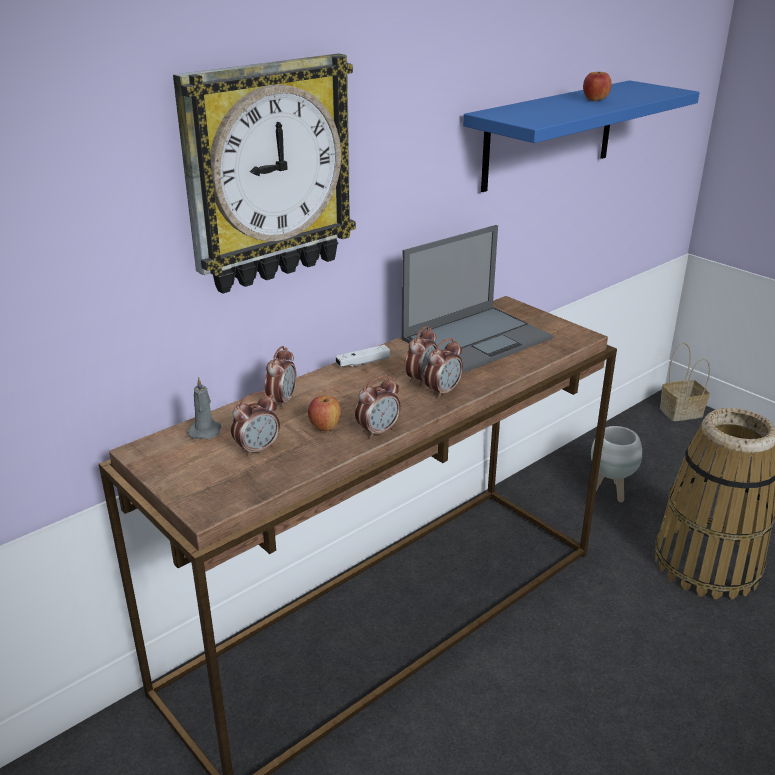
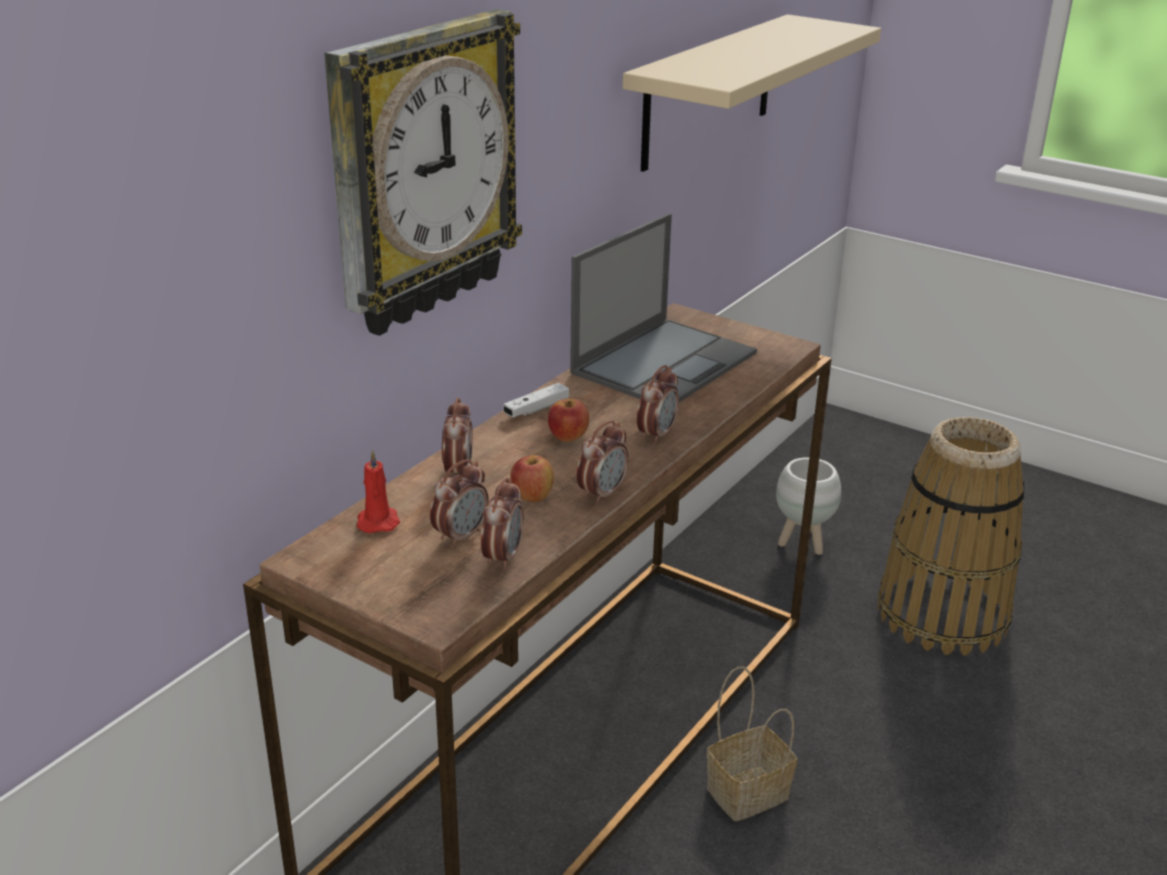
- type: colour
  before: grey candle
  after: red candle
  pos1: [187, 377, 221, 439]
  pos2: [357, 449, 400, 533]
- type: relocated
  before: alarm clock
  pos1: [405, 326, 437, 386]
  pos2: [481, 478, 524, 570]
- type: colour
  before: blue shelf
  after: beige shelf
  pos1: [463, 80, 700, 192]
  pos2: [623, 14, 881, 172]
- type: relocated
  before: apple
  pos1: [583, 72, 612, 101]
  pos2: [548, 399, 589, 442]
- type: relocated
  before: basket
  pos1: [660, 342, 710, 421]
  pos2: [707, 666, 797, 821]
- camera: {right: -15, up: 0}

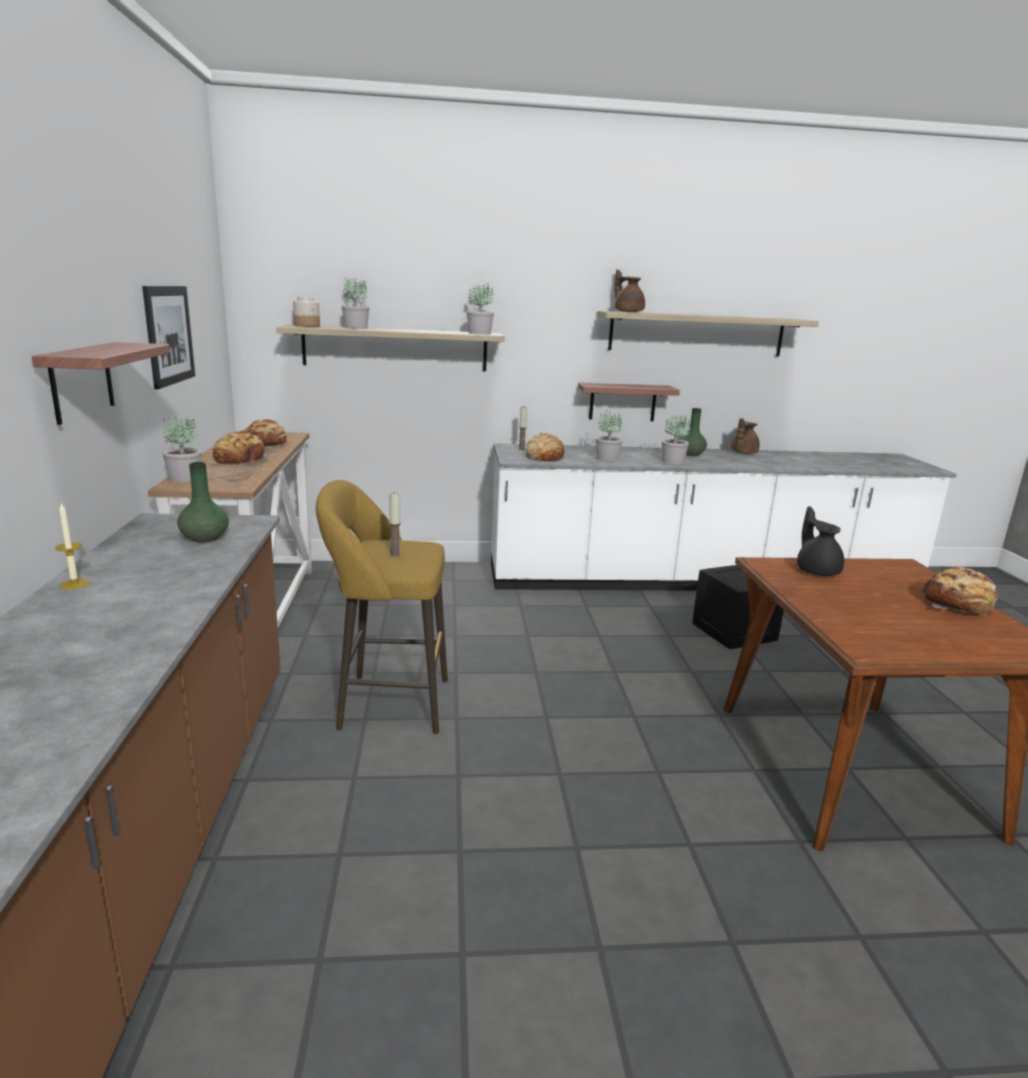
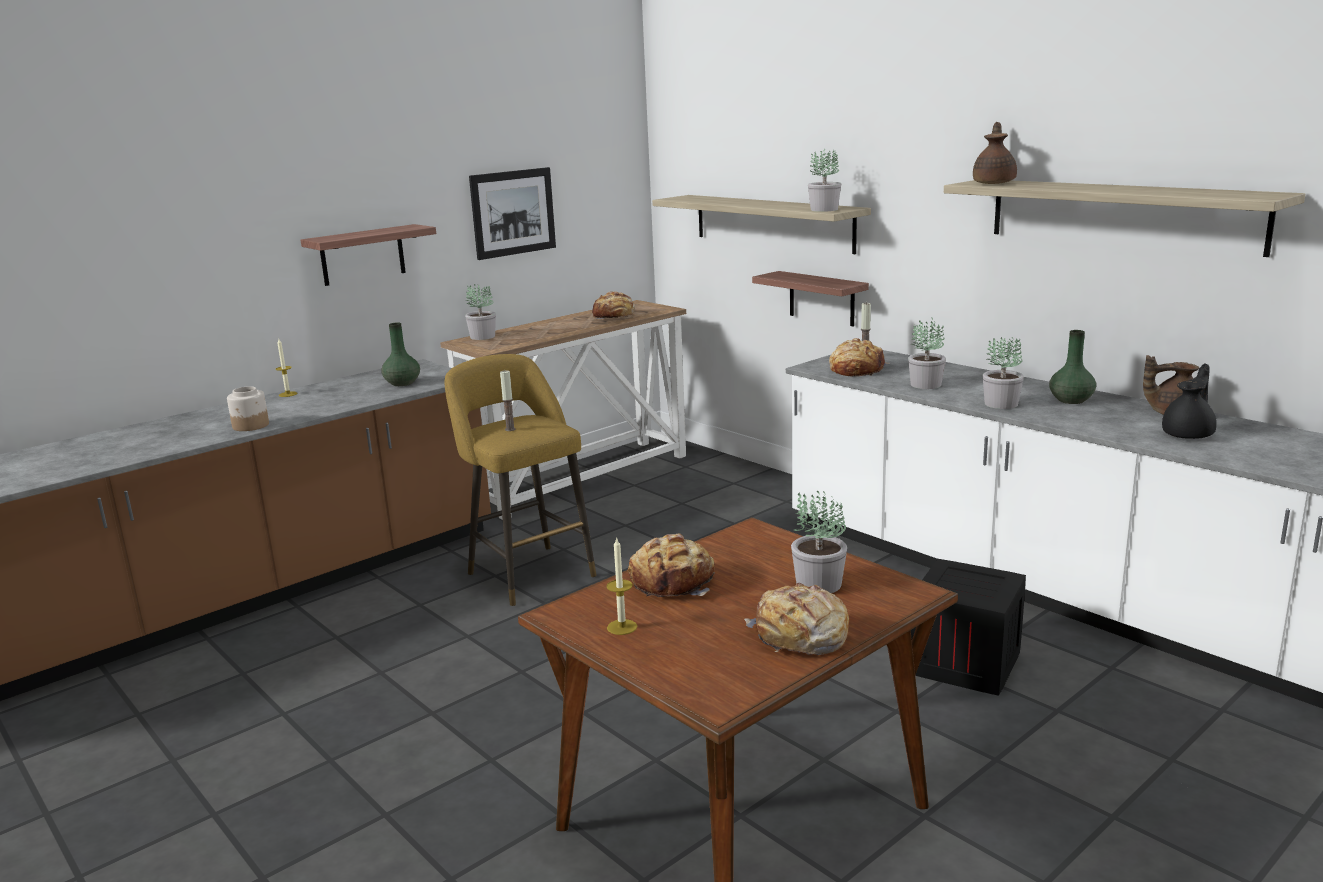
- type: relocated
  before: bread
  pos1: [213, 430, 271, 465]
  pos2: [628, 533, 715, 597]
- type: relocated
  before: jar
  pos1: [293, 297, 320, 327]
  pos2: [227, 386, 269, 431]
- type: relocated
  before: potted plant
  pos1: [341, 277, 369, 329]
  pos2: [791, 491, 847, 593]
- type: relocated
  before: shelf
  pos1: [578, 383, 680, 421]
  pos2: [752, 271, 869, 327]
- type: relocated
  before: black teapot
  pos1: [797, 506, 844, 576]
  pos2: [1162, 363, 1217, 439]
- type: appeared
  after: candle
  pos2: [606, 537, 637, 635]
- camera: {right: 55, up: 0}

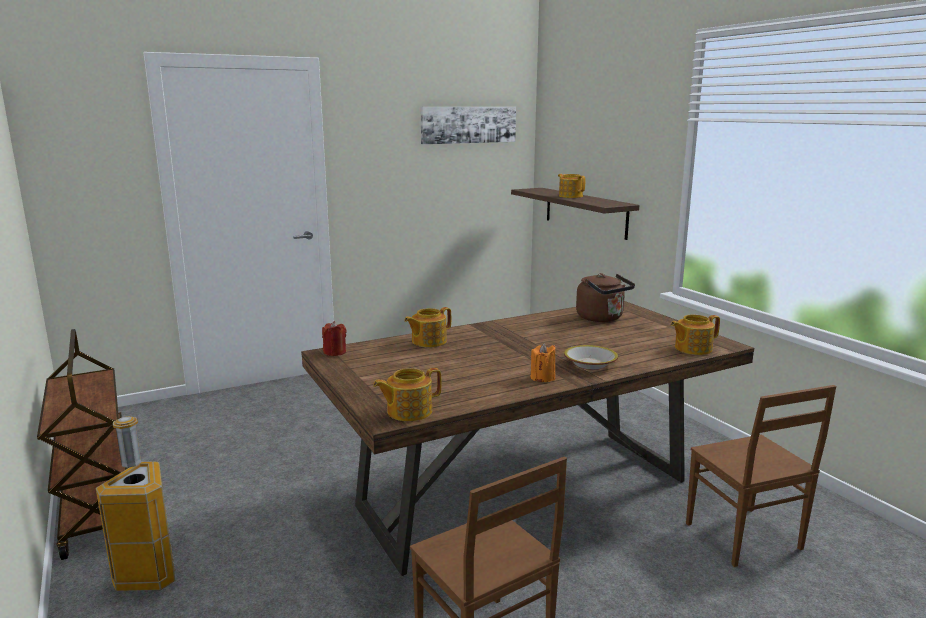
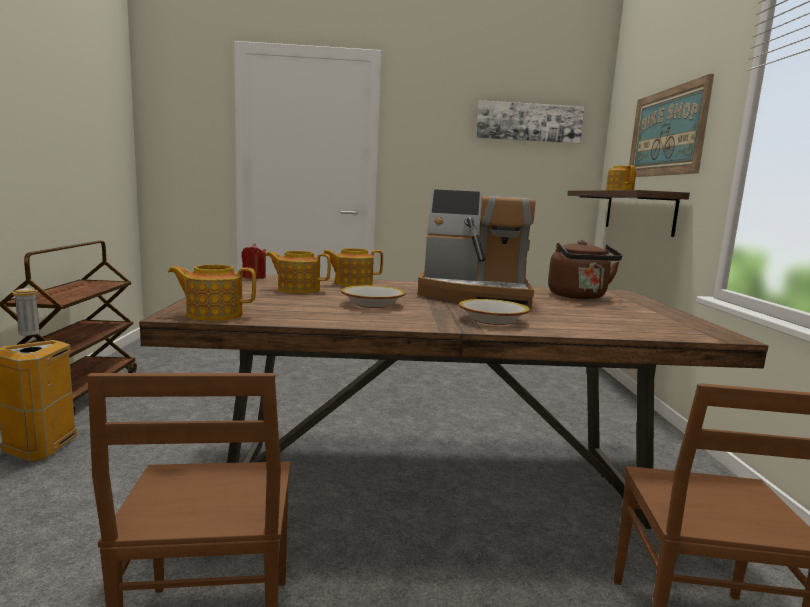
- type: missing
  before: orange candle
  pos1: [531, 343, 555, 382]
- type: relocated
  before: teapot
  pos1: [671, 315, 720, 355]
  pos2: [265, 251, 331, 294]
- type: appeared
  after: bowl
  pos2: [341, 285, 406, 308]
- type: appeared
  after: coffee machine
  pos2: [418, 189, 536, 309]
- type: appeared
  after: picture
  pos2: [629, 74, 714, 177]
- camera: {right: 25, up: -5}

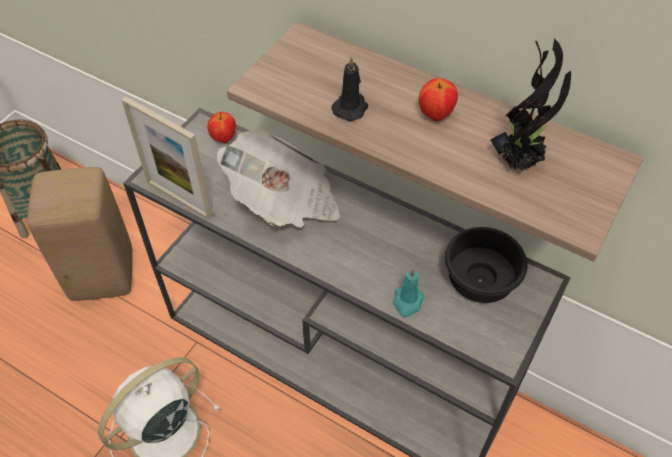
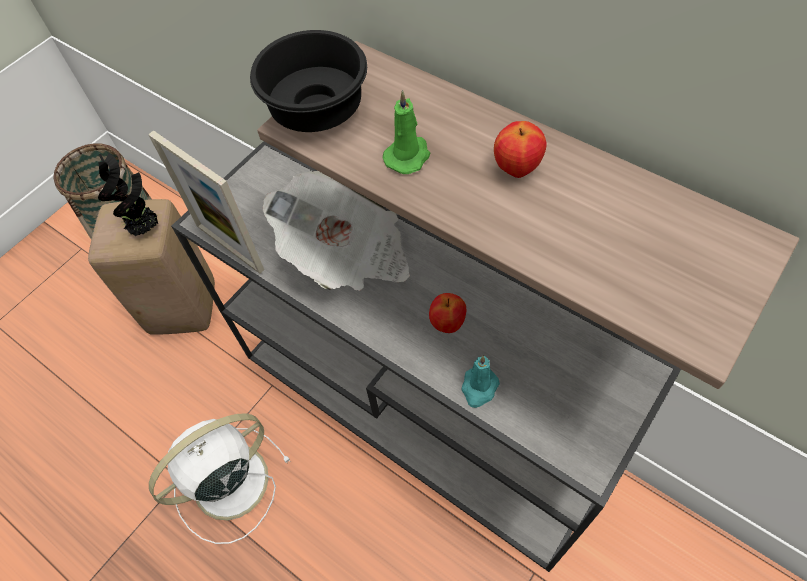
- type: relocated
  before: apple
  pos1: [207, 112, 236, 143]
  pos2: [429, 293, 466, 333]
- type: colour
  before: black candle
  after: green candle
  pos1: [332, 56, 368, 121]
  pos2: [383, 90, 430, 174]
- type: relocated
  before: black bowl
  pos1: [445, 227, 528, 303]
  pos2: [250, 30, 367, 132]
- type: relocated
  before: potted plant
  pos1: [490, 38, 571, 170]
  pos2: [98, 153, 158, 237]
- camera: {right: 10, up: 5}

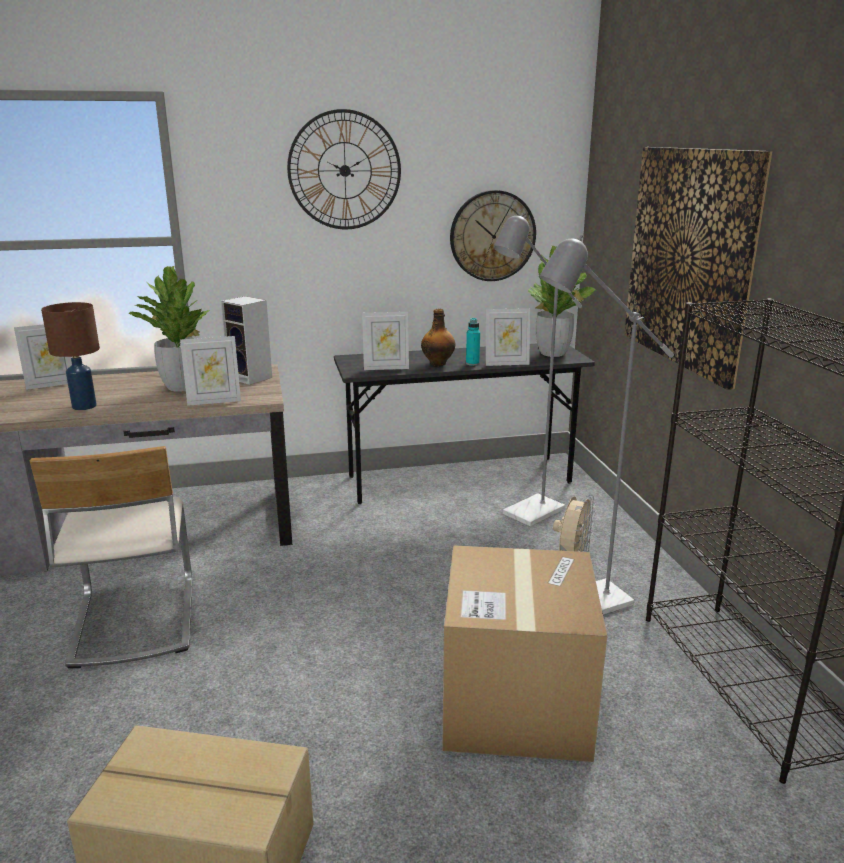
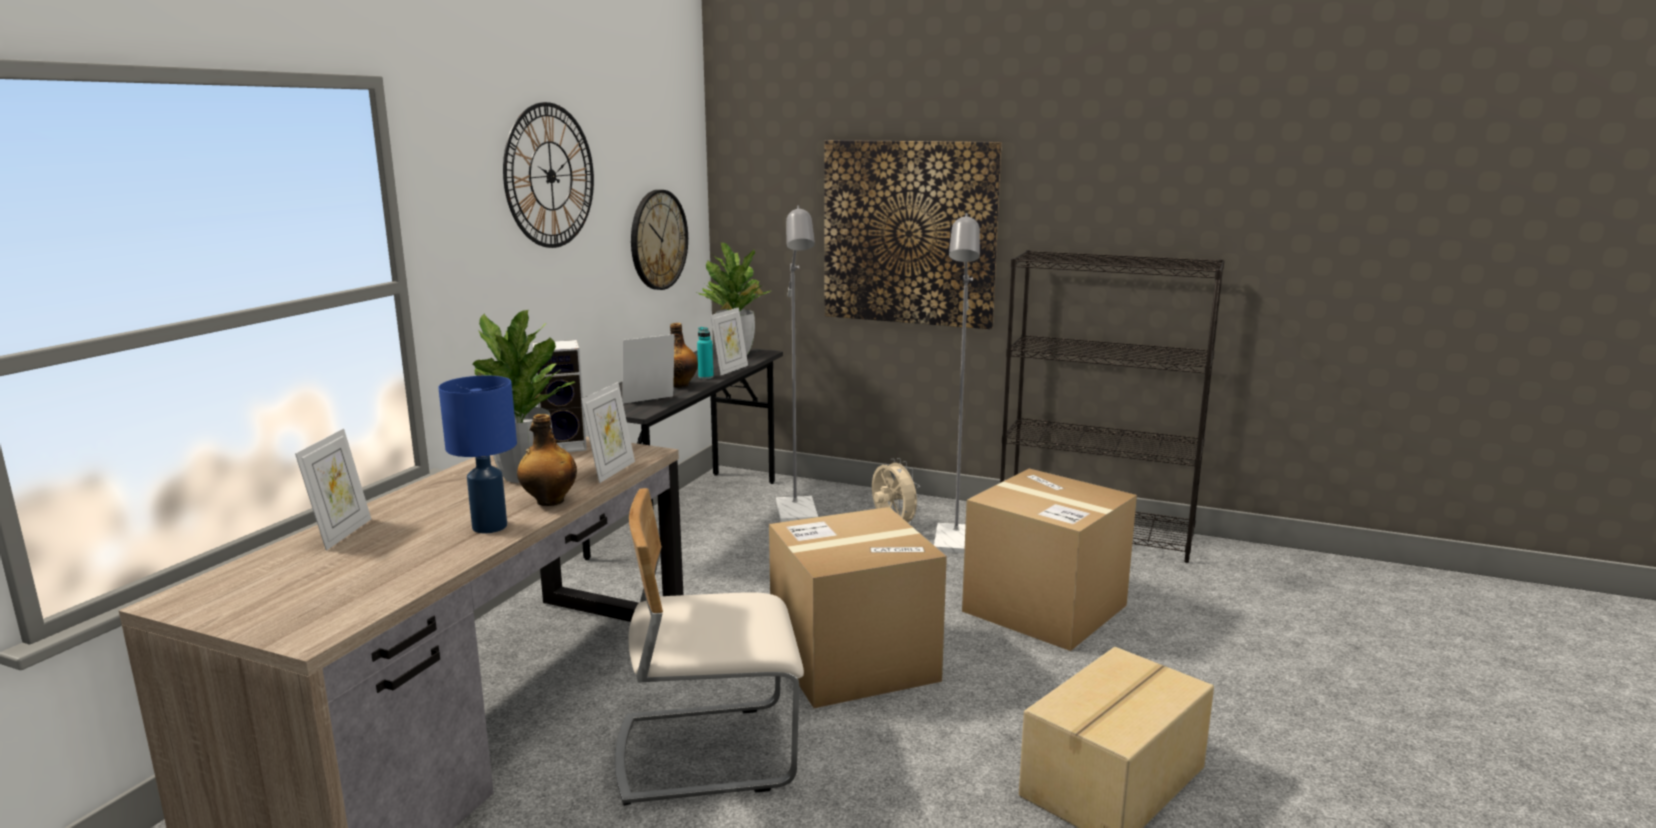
- type: spun
  before: beige chair
  pos1: [30, 446, 192, 669]
  pos2: [615, 488, 804, 806]
  turn: 150
- type: colour
  before: brown table lamp
  after: blue table lamp
  pos1: [41, 302, 100, 410]
  pos2: [438, 375, 517, 533]
- type: spun
  before: picture frame
  pos1: [362, 312, 409, 370]
  pos2: [623, 334, 675, 404]
  turn: -150
- type: appeared
  after: bottle
  pos2: [517, 414, 577, 506]
- type: appeared
  after: cardboard box
  pos2: [769, 507, 947, 708]
- camera: {right: -55, up: -5}

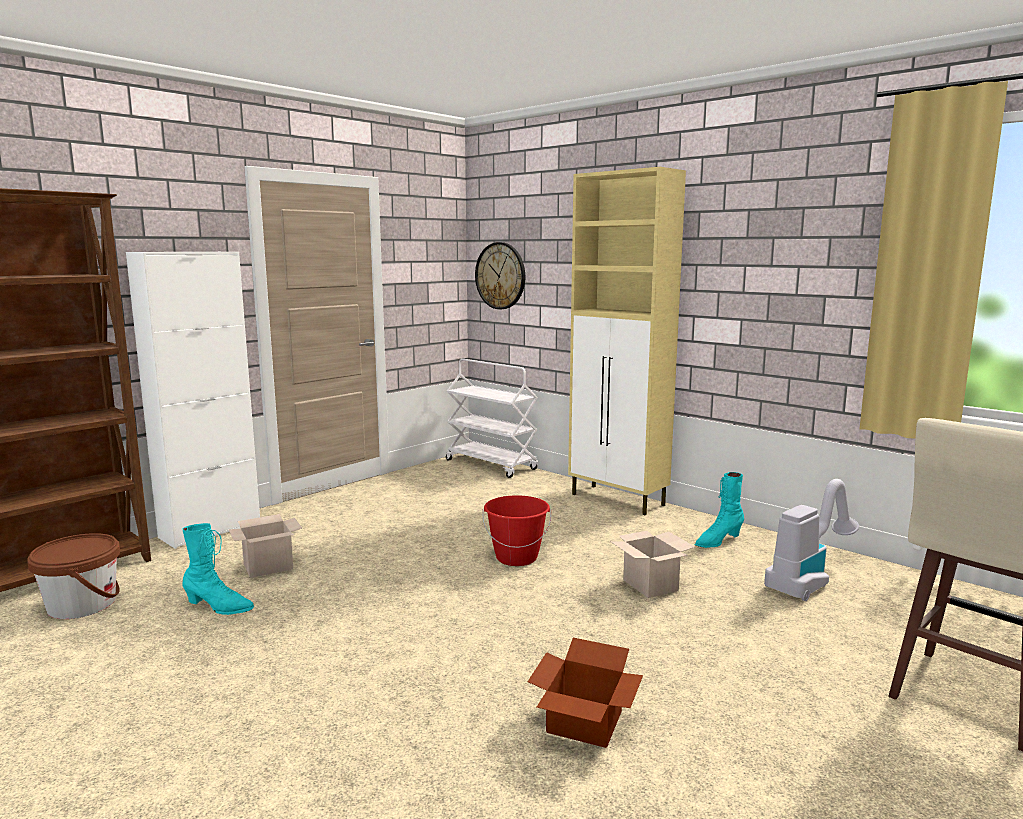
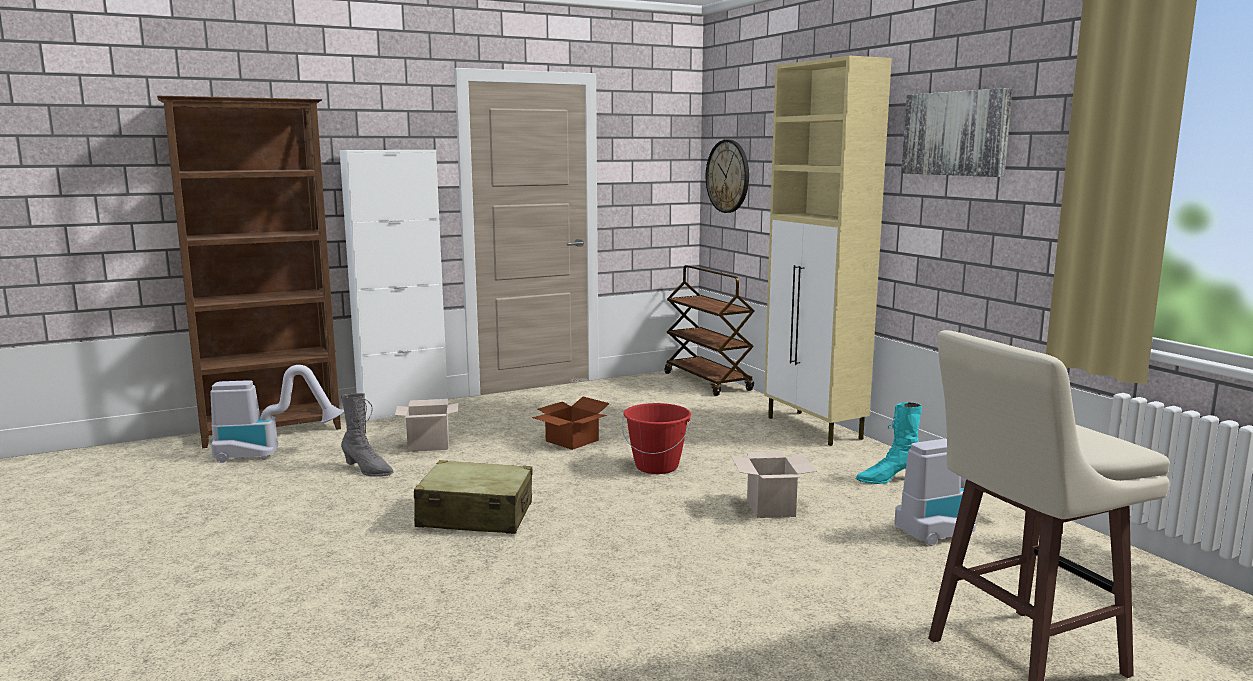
- type: exchanged
  before: brown bucket
  after: vacuum cleaner
  pos1: [27, 533, 120, 619]
  pos2: [210, 365, 344, 463]
- type: colour
  before: turquoise boot
  after: grey boot
  pos1: [182, 523, 254, 615]
  pos2: [341, 393, 394, 477]
- type: colour
  before: white cart
  after: brown cart
  pos1: [446, 359, 539, 478]
  pos2: [665, 265, 755, 396]
- type: relocated
  before: cardboard box
  pos1: [528, 638, 643, 748]
  pos2: [532, 397, 610, 450]
- type: appeared
  after: beige suitcase
  pos2: [414, 460, 532, 534]
- type: appeared
  after: picture
  pos2: [901, 88, 1012, 177]
- camera: {right: 20, up: 0}

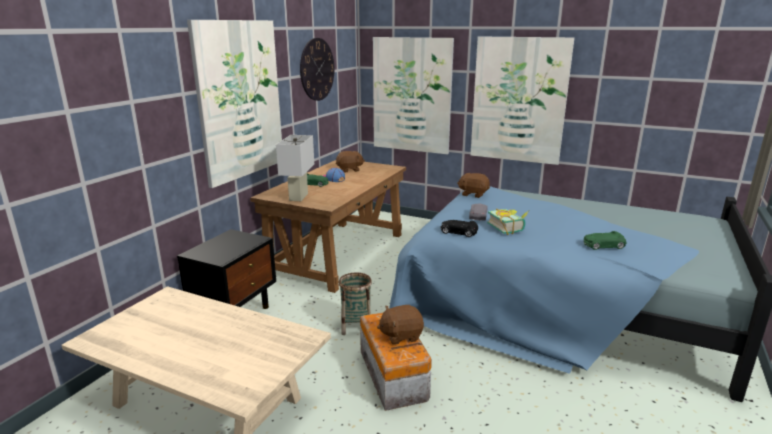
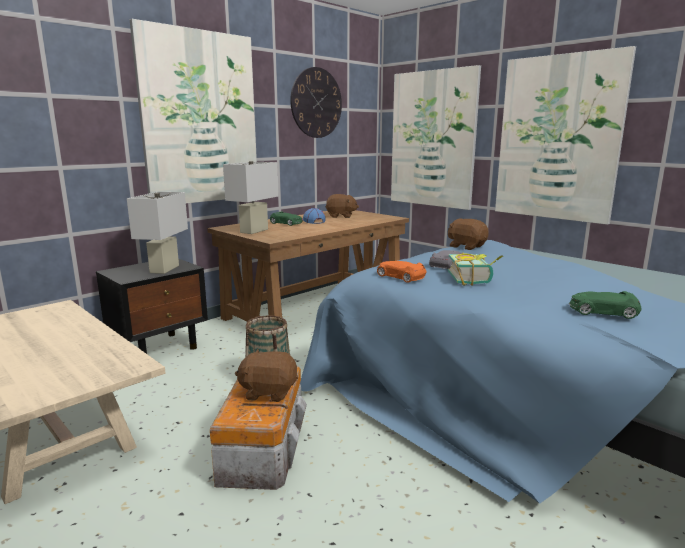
- type: colour
  before: black toy car
  after: orange toy car
  pos1: [440, 220, 478, 237]
  pos2: [377, 261, 427, 283]
- type: appeared
  after: white table lamp
  pos2: [127, 192, 188, 274]
- camera: {right: 20, up: -5}

